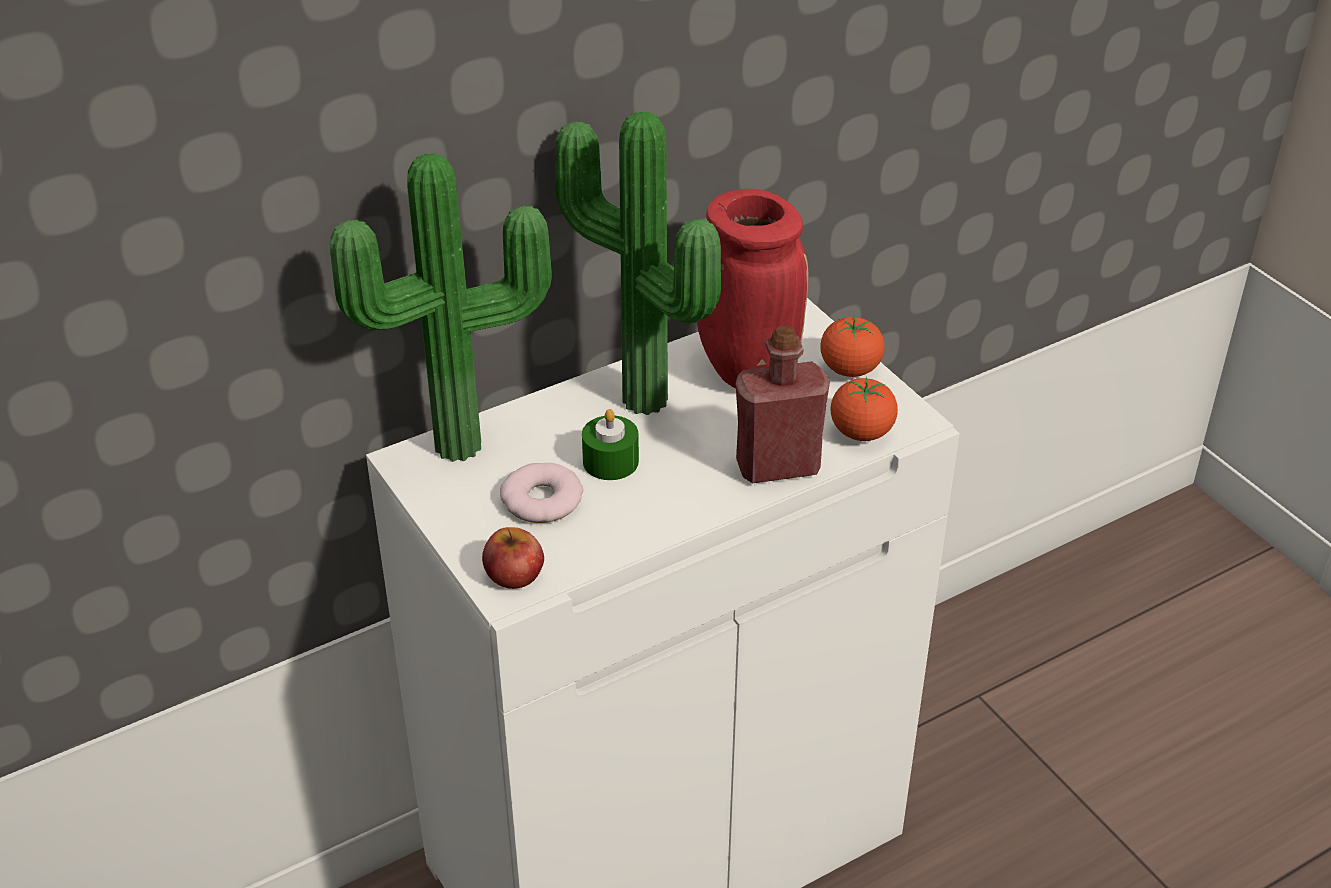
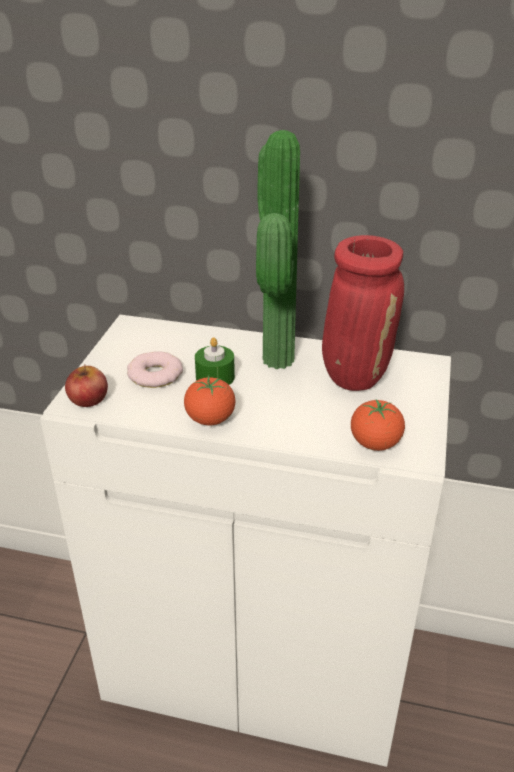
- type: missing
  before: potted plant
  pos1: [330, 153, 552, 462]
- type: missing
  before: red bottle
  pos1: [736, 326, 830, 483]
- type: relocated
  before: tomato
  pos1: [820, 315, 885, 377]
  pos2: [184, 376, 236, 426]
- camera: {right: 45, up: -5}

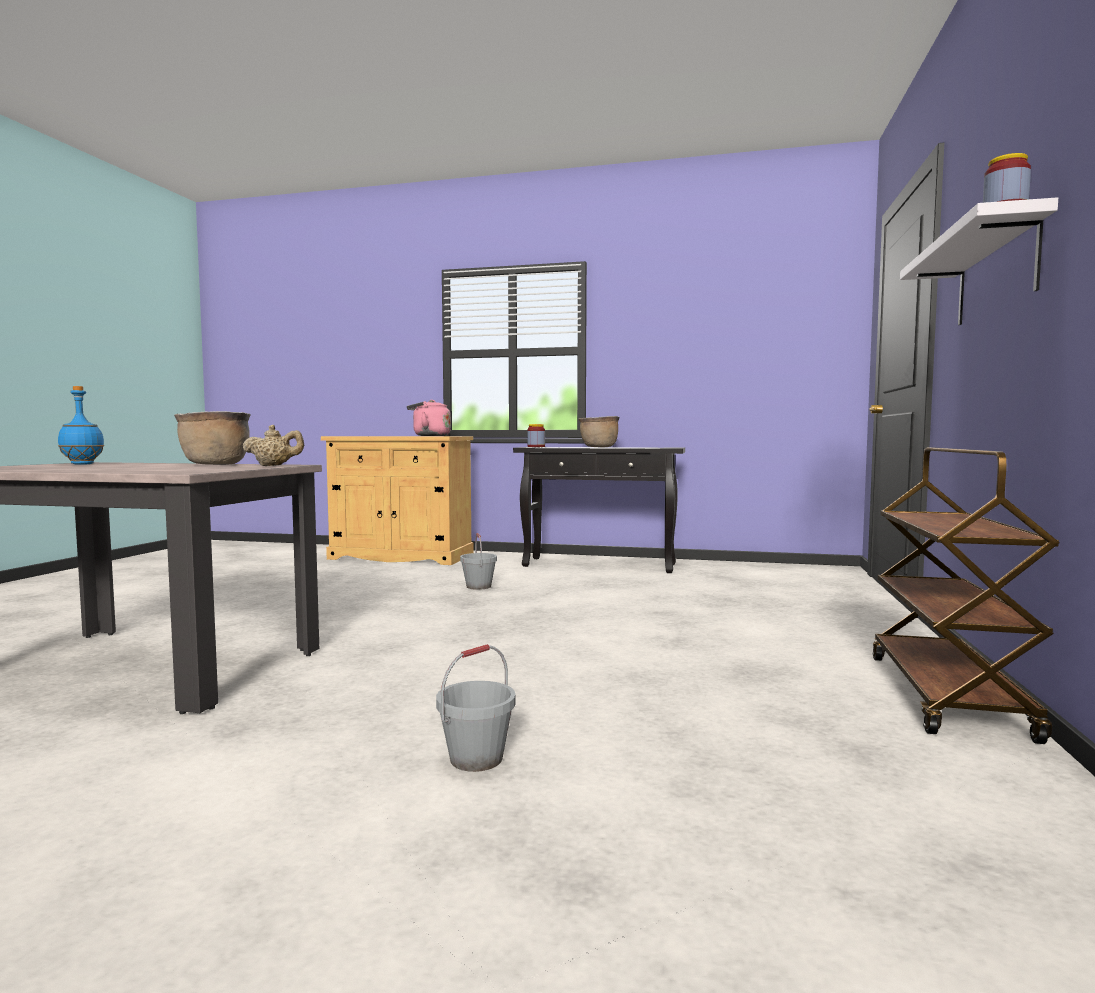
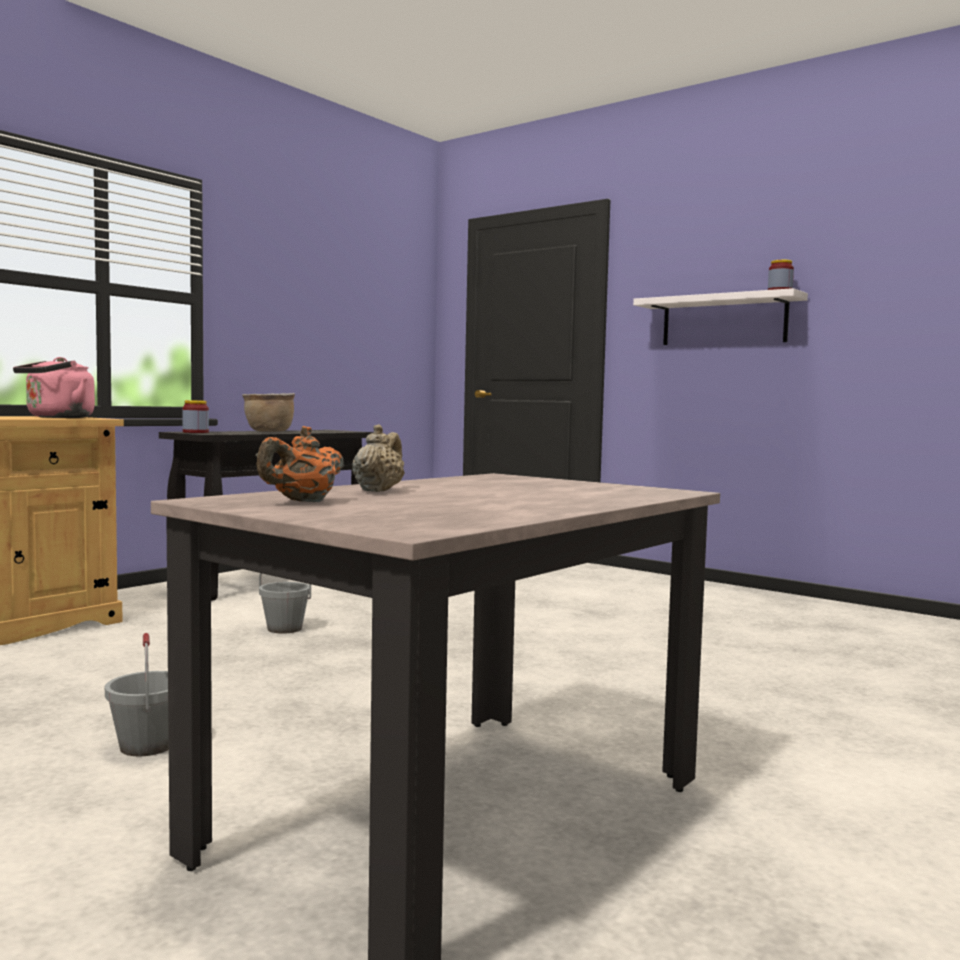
- type: exchanged
  before: blue bottle
  after: orange teapot
  pos1: [58, 386, 105, 465]
  pos2: [256, 426, 344, 502]
- type: missing
  before: brown cooking pot
  pos1: [174, 411, 251, 465]
- type: relocated
  before: beige teapot
  pos1: [243, 425, 304, 466]
  pos2: [353, 424, 405, 492]
- type: relocated
  before: grey bucket
  pos1: [436, 644, 516, 772]
  pos2: [105, 633, 169, 756]
- type: missing
  before: brown cart
  pos1: [873, 447, 1060, 744]
- camera: {right: -65, up: 0}

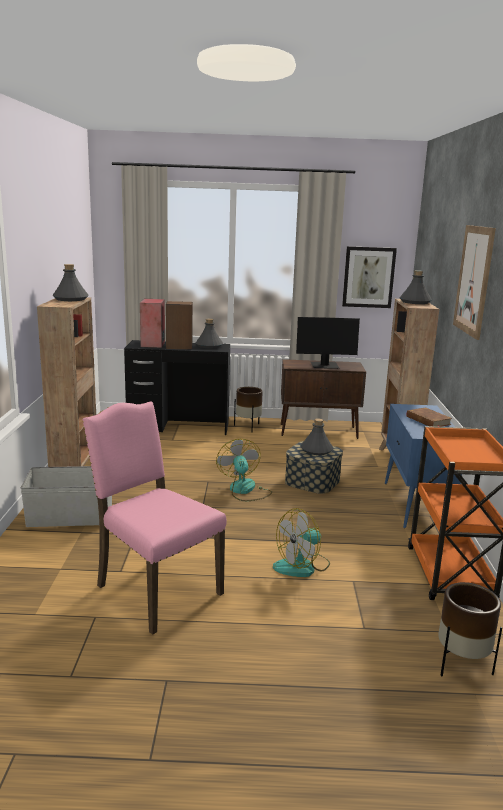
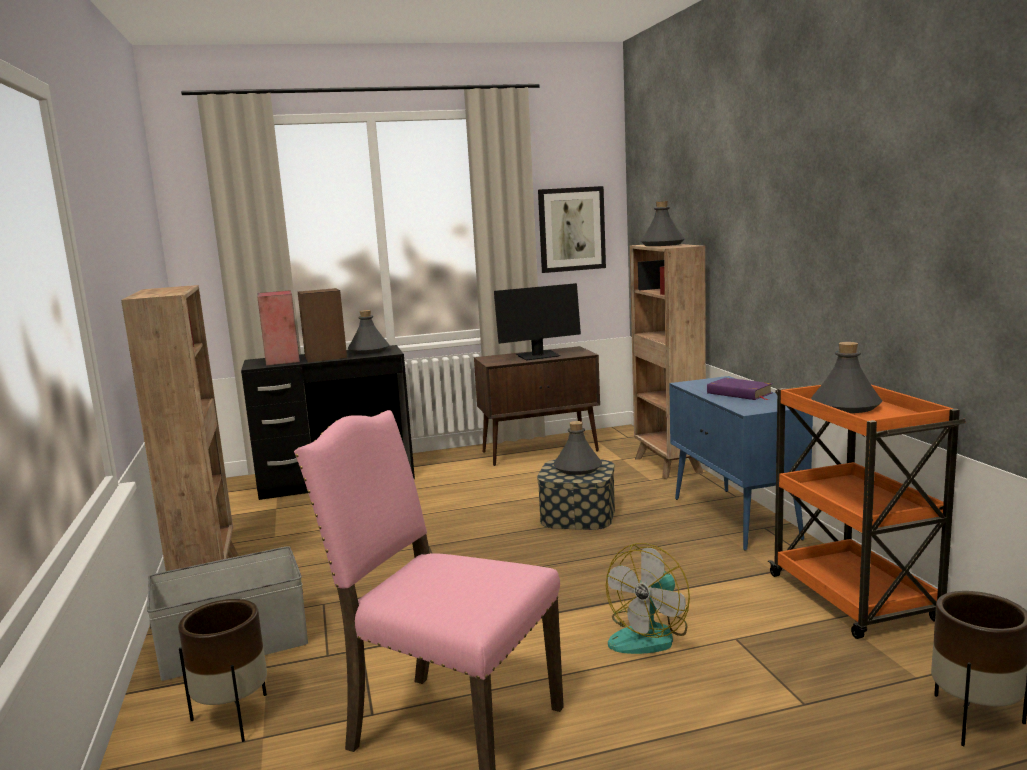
- type: relocated
  before: grey bottle
  pos1: [53, 264, 89, 301]
  pos2: [811, 342, 882, 413]
- type: missing
  before: fan
  pos1: [216, 439, 272, 501]
- type: relocated
  before: brown planter
  pos1: [234, 387, 263, 432]
  pos2: [178, 599, 267, 742]
- type: colour
  before: brown book
  after: purple book
  pos1: [406, 407, 452, 427]
  pos2: [707, 378, 773, 400]
- type: missing
  before: picture
  pos1: [453, 225, 496, 340]
- camera: {right: -15, up: -5}

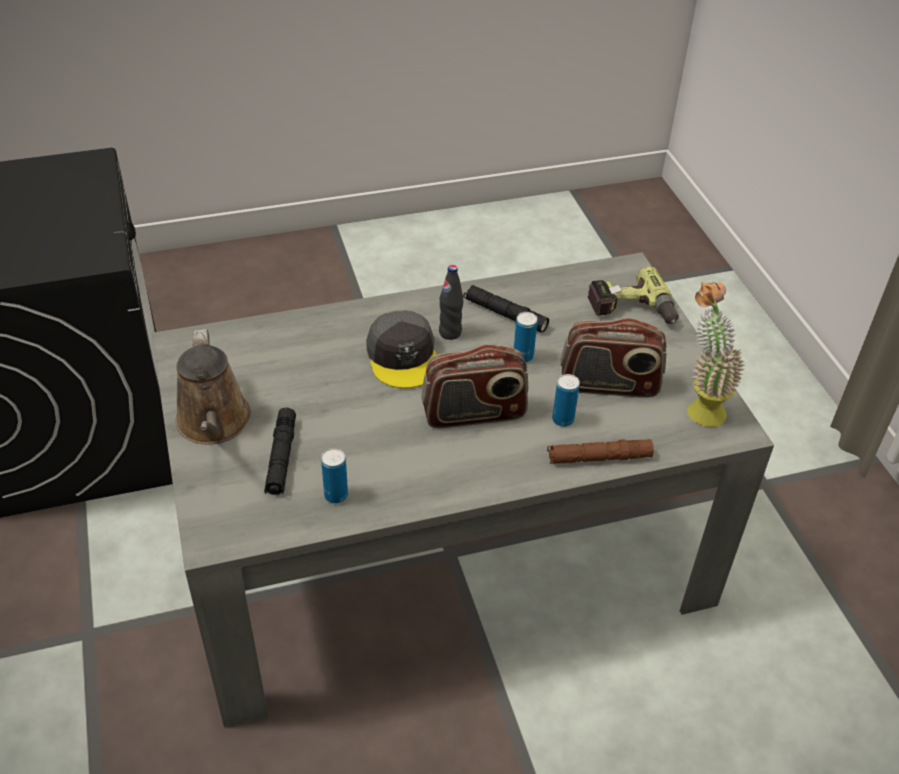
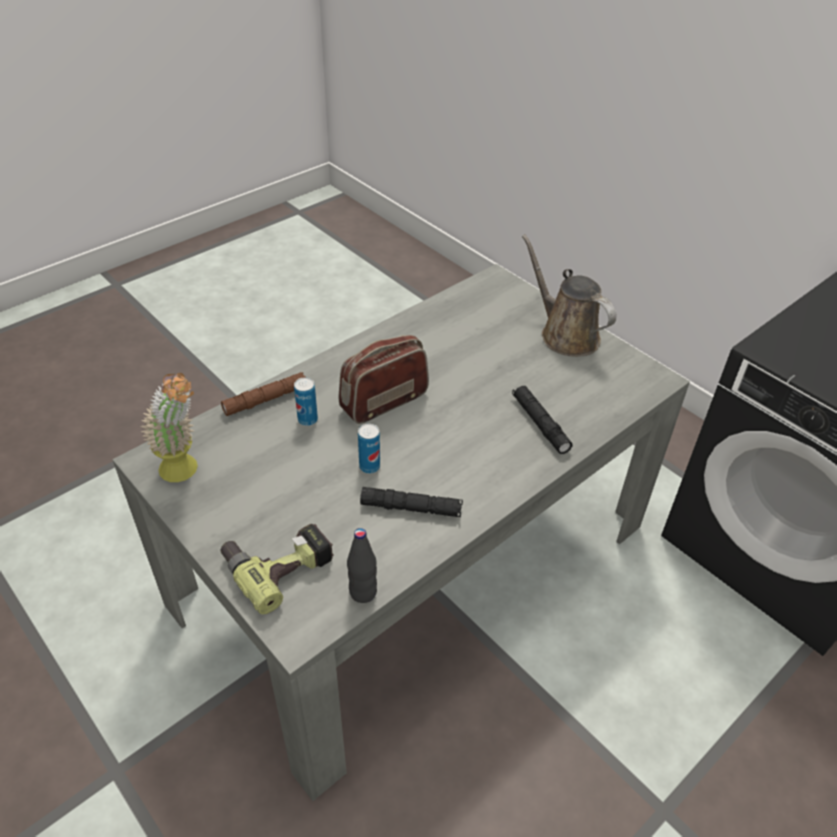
- type: relocated
  before: black flashlight
  pos1: [264, 407, 296, 495]
  pos2: [512, 386, 573, 454]
- type: missing
  before: can
  pos1: [321, 448, 348, 504]
- type: missing
  before: grey cap
  pos1: [366, 311, 437, 388]
- type: relocated
  before: black bottle
  pos1: [439, 265, 463, 340]
  pos2: [347, 528, 377, 603]
- type: missing
  before: radio
  pos1: [560, 318, 666, 398]
- camera: {right: 155, up: 0}

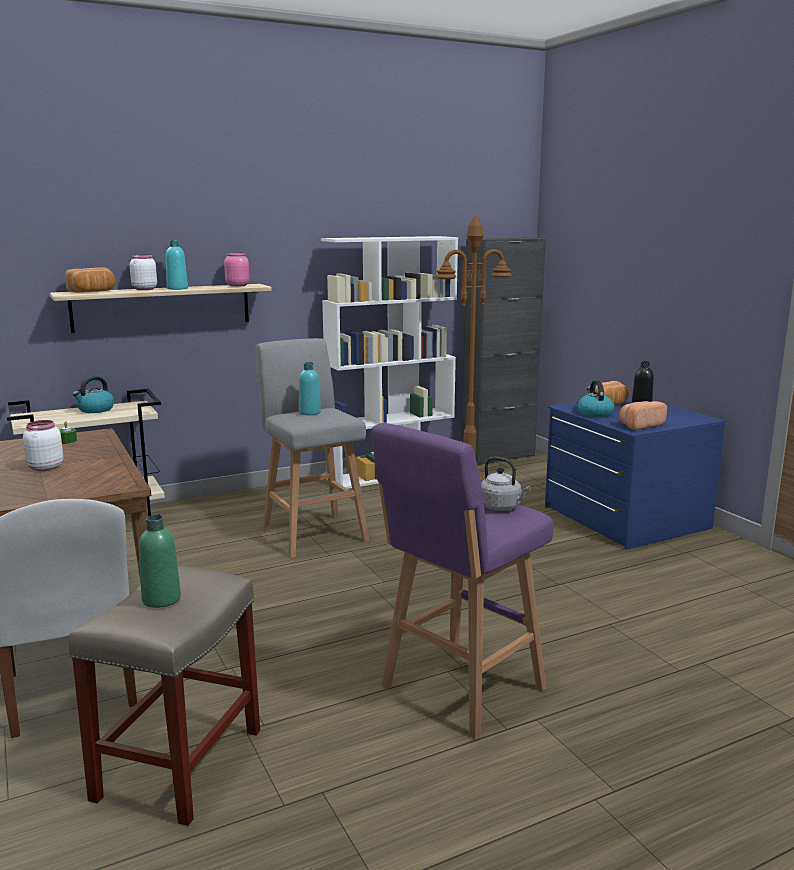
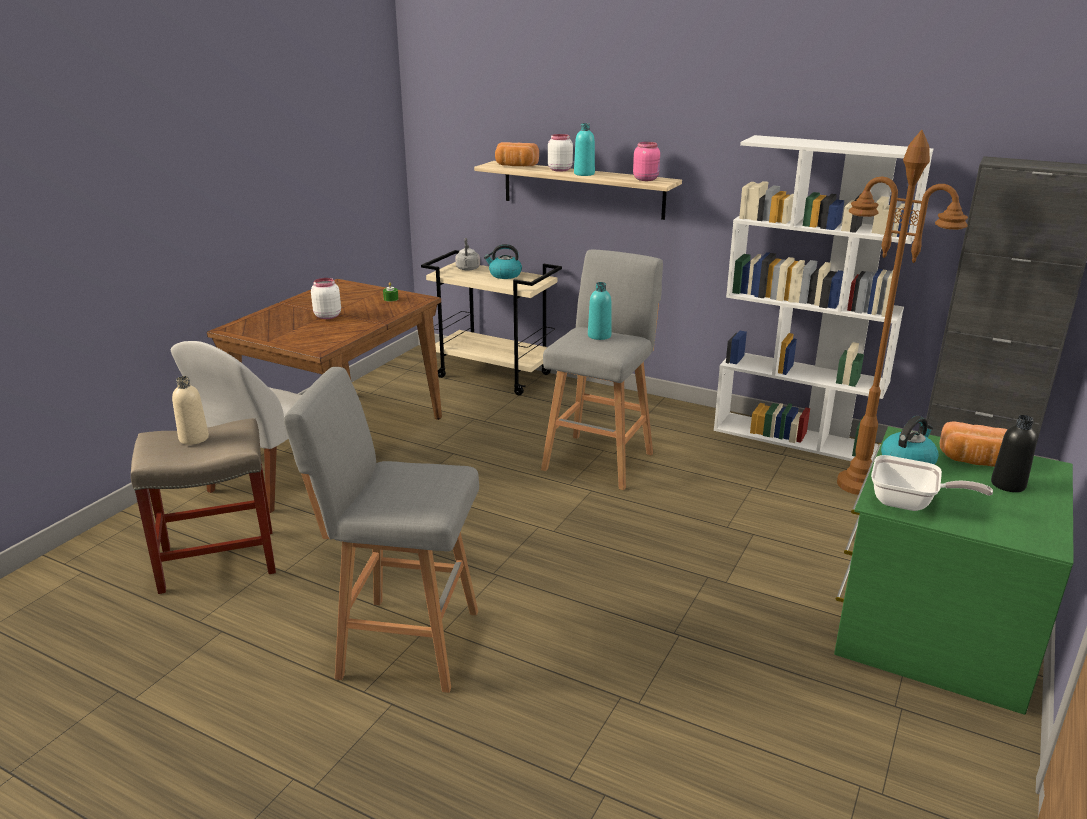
- type: colour
  before: green bottle
  after: beige bottle
  pos1: [139, 515, 181, 608]
  pos2: [172, 376, 209, 445]
- type: colour
  before: purple stool
  after: grey stool
  pos1: [372, 423, 554, 740]
  pos2: [284, 367, 479, 693]
- type: relocated
  before: grey kettle
  pos1: [481, 457, 531, 511]
  pos2: [455, 238, 480, 271]
- type: colour
  before: blue dresser
  after: green dresser
  pos1: [545, 394, 726, 550]
  pos2: [834, 426, 1074, 715]
- type: exchanged
  before: bread
  after: frying pan
  pos1: [619, 401, 667, 430]
  pos2: [871, 455, 993, 511]
- camera: {right: 55, up: 10}

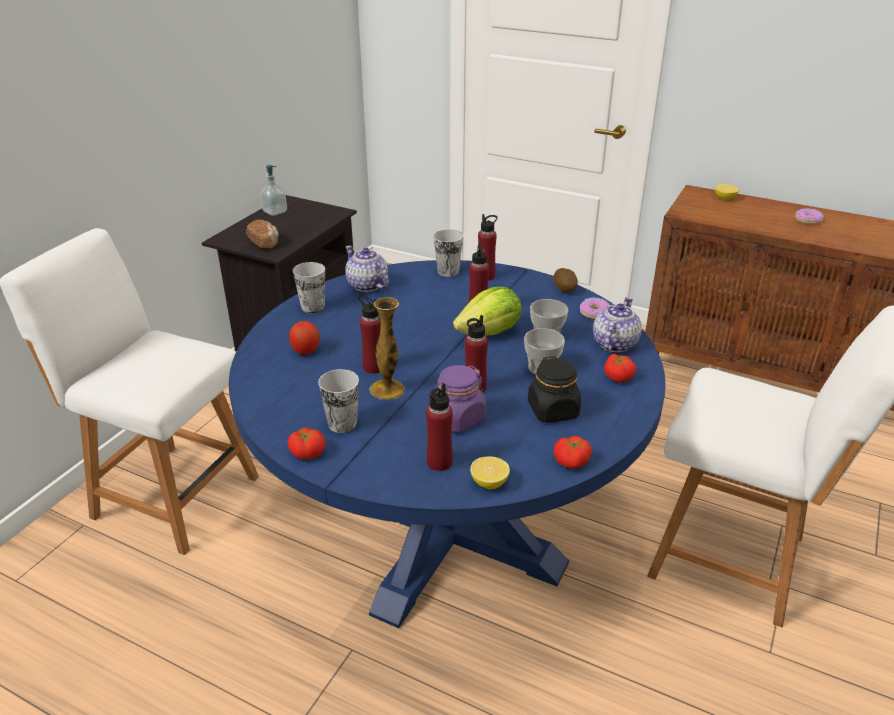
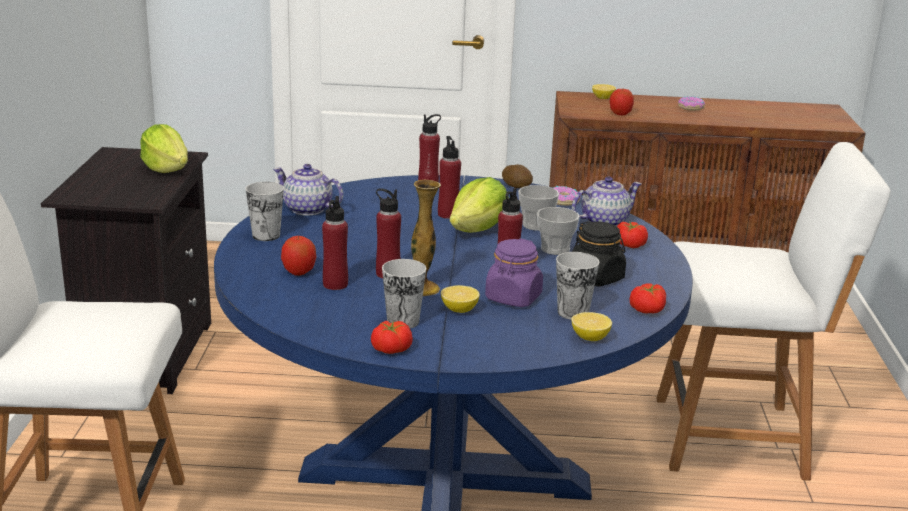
- type: missing
  before: bread
  pos1: [246, 220, 279, 248]
- type: missing
  before: soap dispenser
  pos1: [260, 165, 287, 216]
- type: relocated
  before: red bottle
  pos1: [426, 383, 453, 471]
  pos2: [322, 196, 348, 290]
- type: relocated
  before: cup
  pos1: [434, 229, 463, 277]
  pos2: [556, 252, 599, 320]
- type: spun
  before: teapot
  pos1: [593, 297, 642, 352]
  pos2: [572, 177, 642, 226]
  turn: 60
- type: appeared
  after: lettuce
  pos2: [140, 124, 188, 173]
- type: appeared
  after: lemon
  pos2: [441, 285, 480, 313]
- type: appeared
  after: apple
  pos2: [609, 89, 634, 116]
- camera: {right: -25, up: -10}

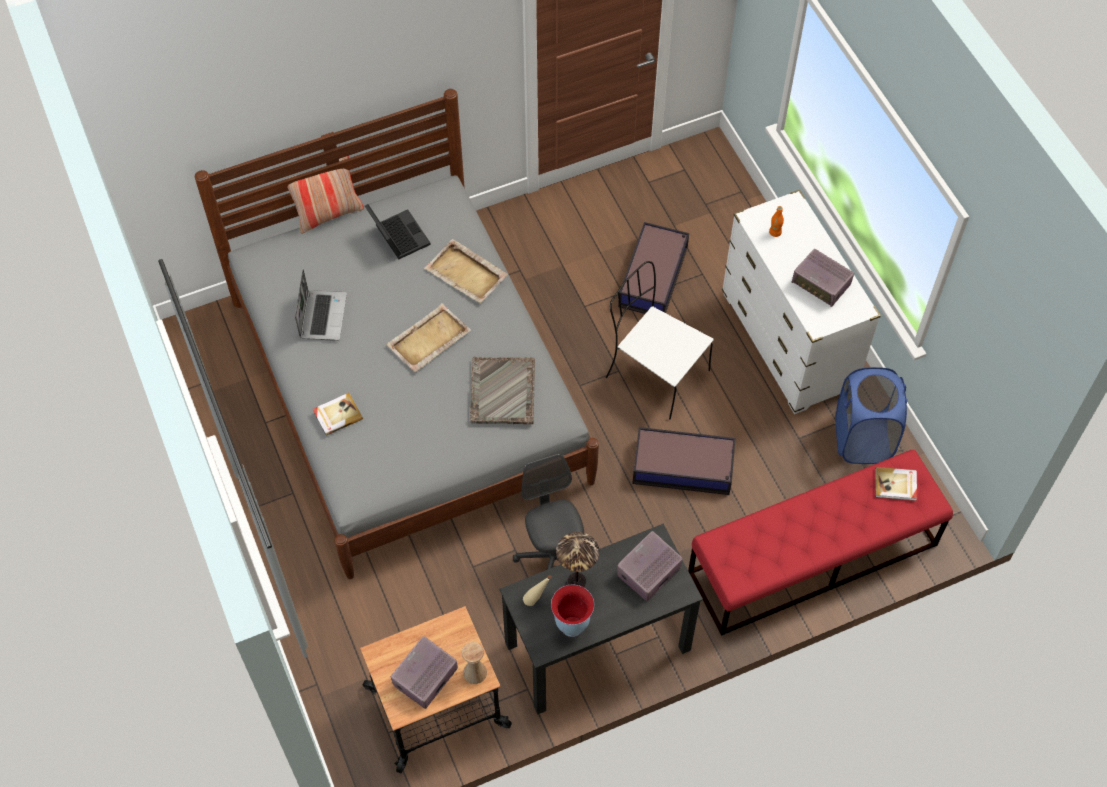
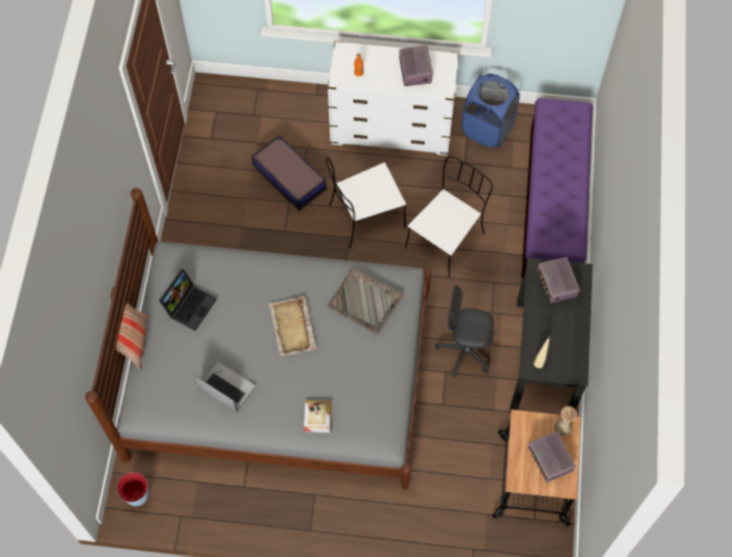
- type: spun
  before: laptop
  pos1: [365, 204, 431, 259]
  pos2: [159, 269, 217, 331]
  turn: 120
- type: missing
  before: beige tray
  pos1: [424, 239, 508, 303]
- type: relocated
  before: vase
  pos1: [551, 585, 594, 637]
  pos2: [117, 472, 149, 506]
- type: missing
  before: table lamp
  pos1: [556, 532, 600, 587]
- type: exchanged
  before: storage box
  after: white chair
  pos1: [632, 427, 736, 495]
  pos2: [405, 156, 493, 278]
- type: colour
  before: red bench
  after: purple bench
  pos1: [688, 450, 953, 636]
  pos2: [521, 98, 593, 278]
- type: spun
  before: radio
  pos1: [792, 249, 854, 307]
  pos2: [399, 45, 433, 86]
  turn: -75
- type: missing
  before: book
  pos1: [875, 467, 917, 501]
- camera: {right: -60, up: 5}

